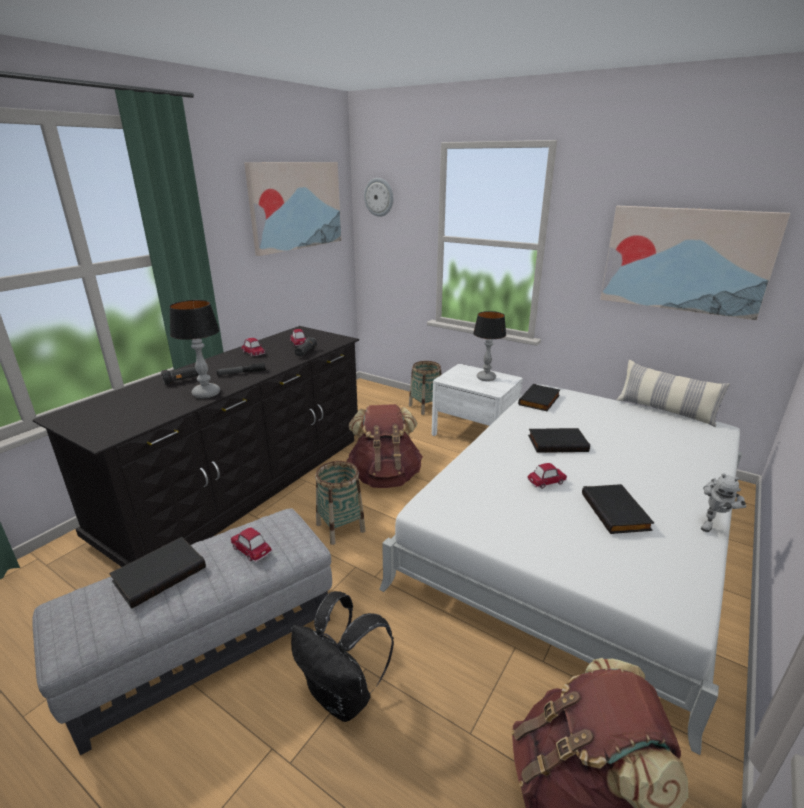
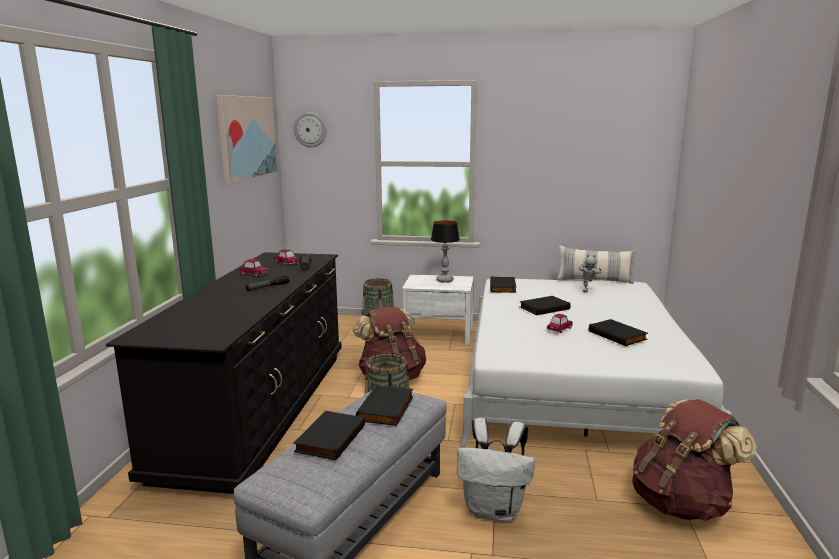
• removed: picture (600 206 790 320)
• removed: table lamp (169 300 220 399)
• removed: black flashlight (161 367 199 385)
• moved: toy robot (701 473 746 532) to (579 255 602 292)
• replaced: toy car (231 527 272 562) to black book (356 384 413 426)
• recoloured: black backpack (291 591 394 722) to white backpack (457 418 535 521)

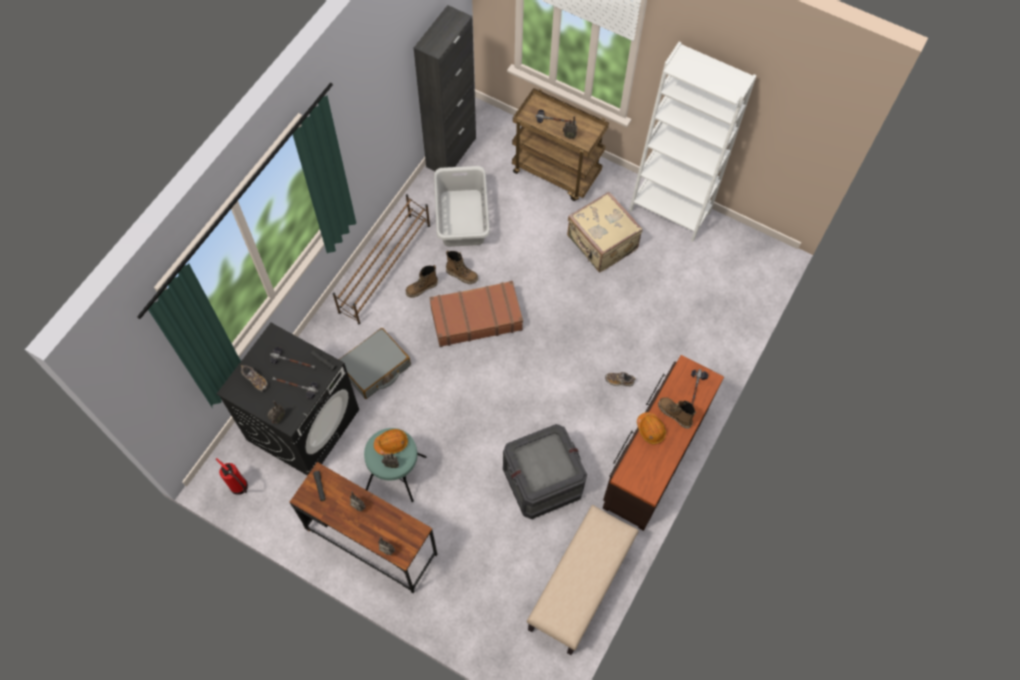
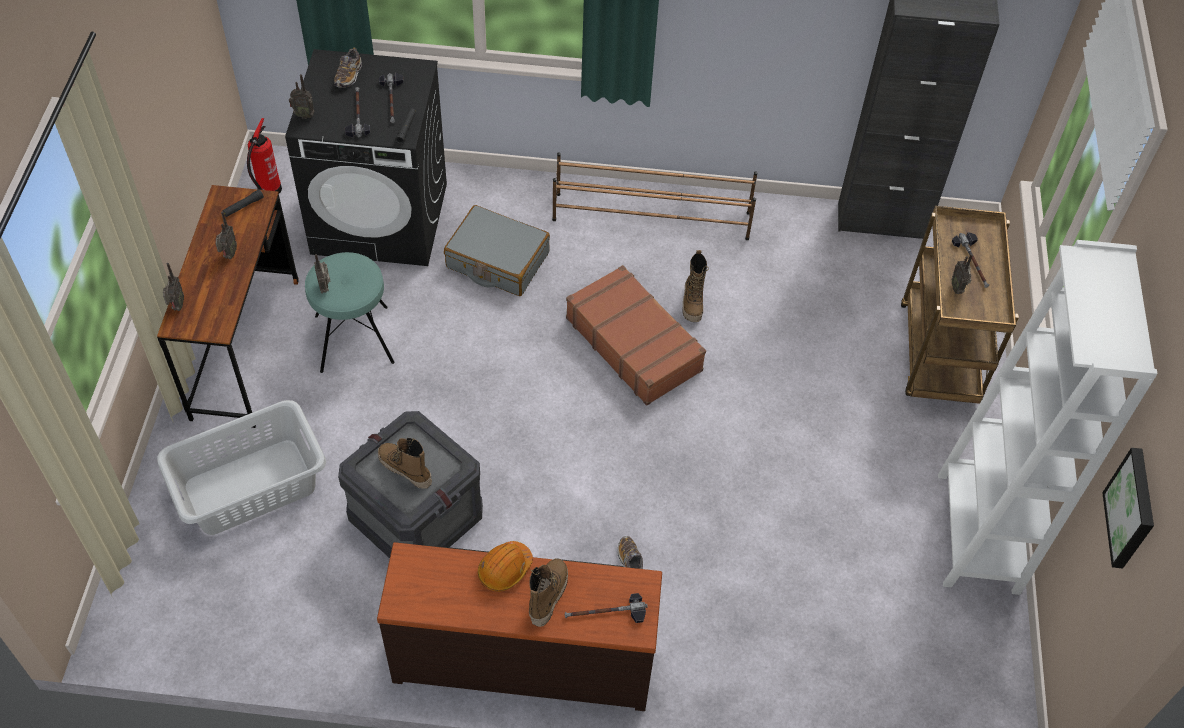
• moved: grey laundry basket (434 166 490 247) to (157 400 326 535)
• removed: beige suitcase (567 192 643 273)
• moved: boot (406 265 438 298) to (378 438 432 489)
• removed: orange hard hat (374 429 408 455)
• removed: beige bench (527 505 639 655)
• added: picture (1102 448 1154 569)

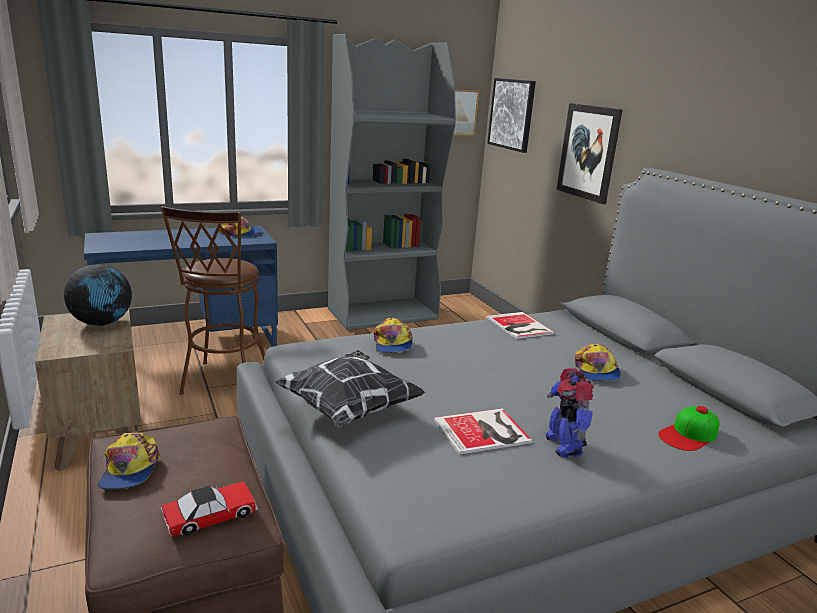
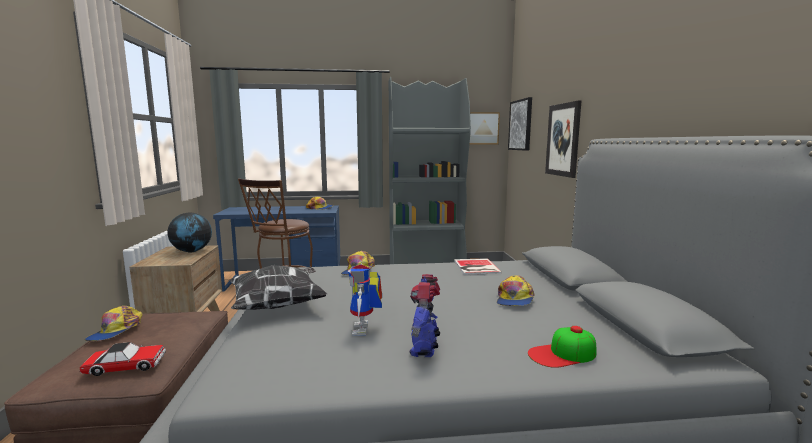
• replaced: book (434 408 532 455) to toy robot (348 264 382 336)

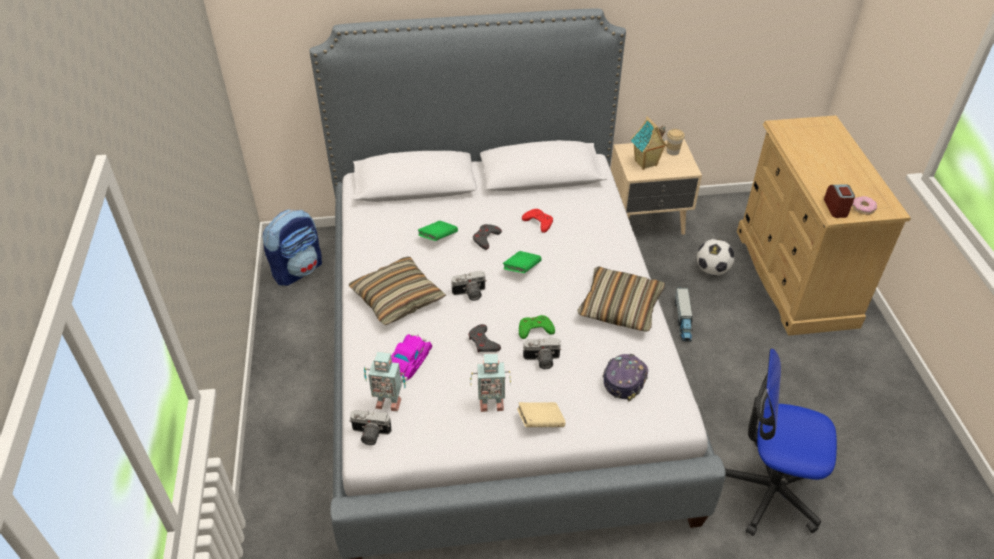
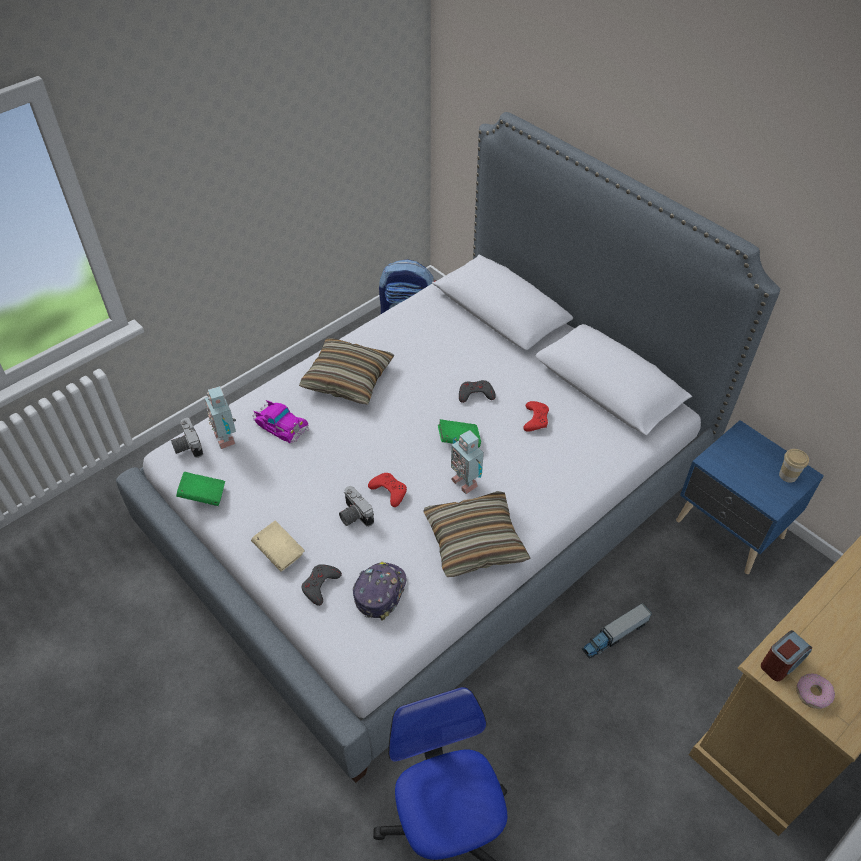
• removed: toy house (631 116 668 170)
• recoloured: beige nightstand (611 139 702 235) to blue nightstand (676 420 824 574)
• moved: green book (418 221 458 241) to (176 472 225 506)
• removed: football (697 239 735 276)
• removed: photo camera (451 270 487 301)
• recoloured: green game controller (519 315 555 339) to red game controller (368 473 407 507)
• moved: grey game controller (469 324 501 353) to (301 564 342 606)
• turned: toy car (391 334 432 383) = (252 400 309 444) 45 degrees clockwise
• moved: toy robot (470 353 511 412) to (451 430 484 494)
• turned: cap (603 354 648 402) = (353 562 406 621) 60 degrees counterclockwise

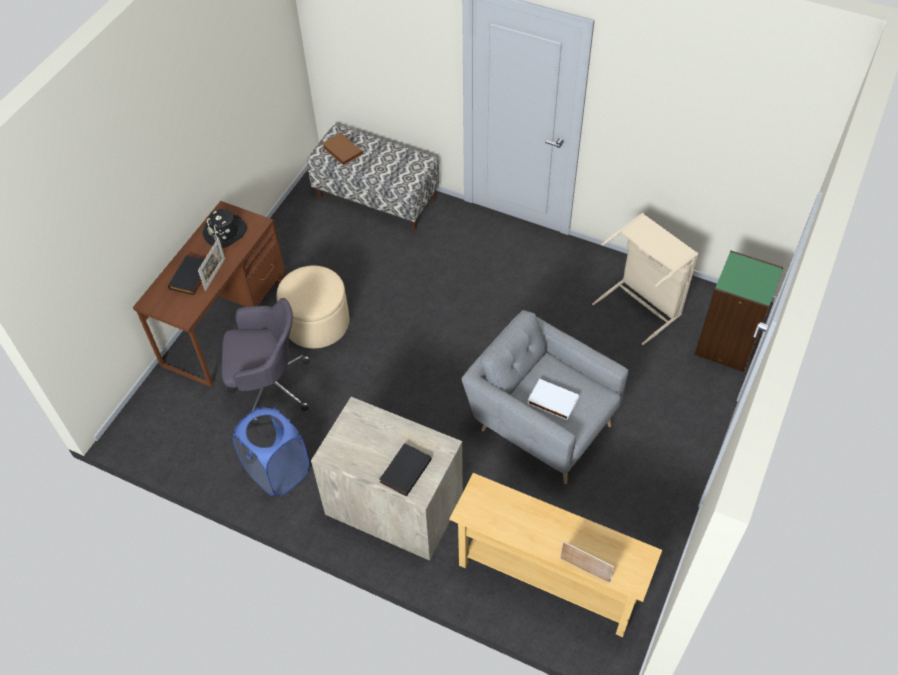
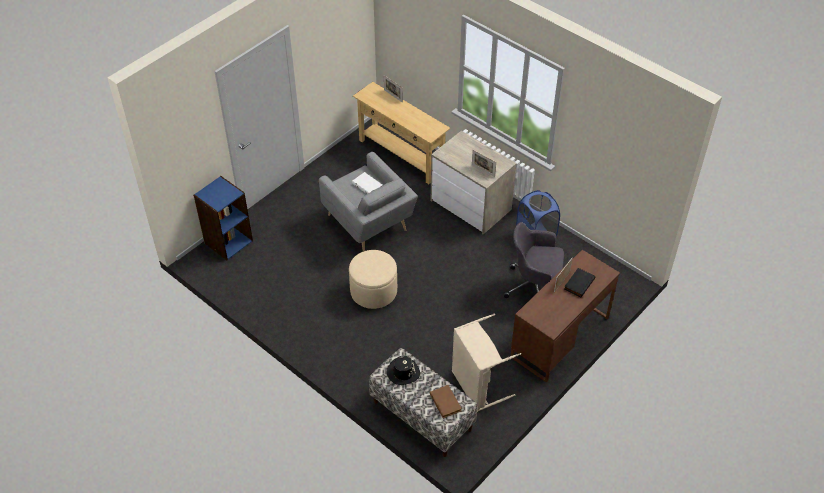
• moved: black hat (202 209 247 248) to (387 356 420 385)
• moved: beige laundry basket (592 213 699 345) to (452 314 521 412)
• recoloured: green bookcase (694 251 784 372) to blue bookcase (193 176 253 260)
• moved: beige ottoman (277 266 349 348) to (349 250 397 309)
• removed: black book (380 443 432 496)
• added: picture frame (472 150 496 177)

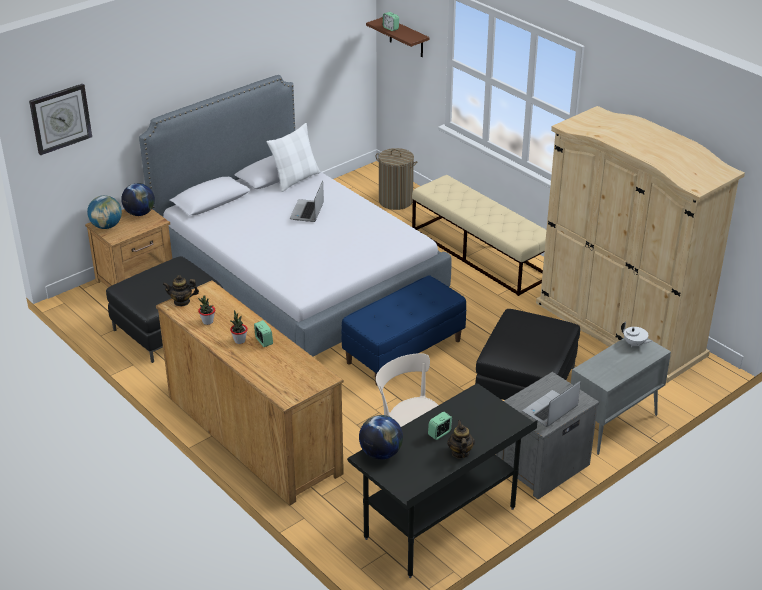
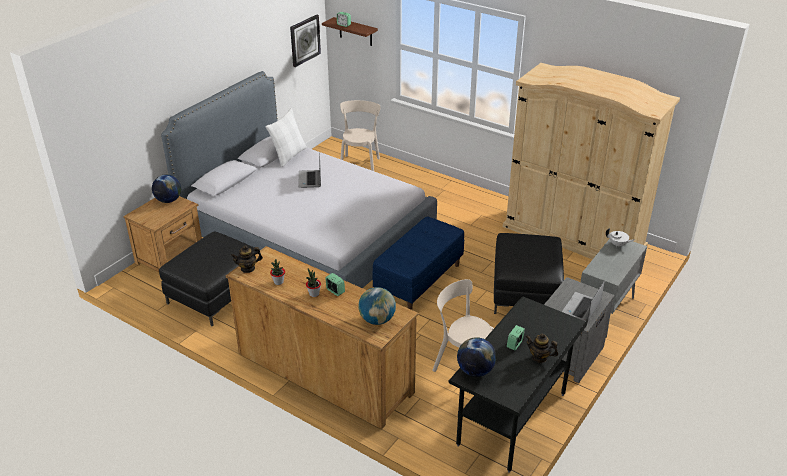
• moved: wall clock (29 84 92 155) to (290 15 321 67)
• replaced: laundry basket (376 148 417 210) to beige chair (340 100 380 171)
• removed: beige bench (412 175 546 296)
• moved: globe (87 195 122 229) to (358 287 396 325)
• turned: teapot (447 420 475 459) = (525 333 558 363) 45 degrees counterclockwise

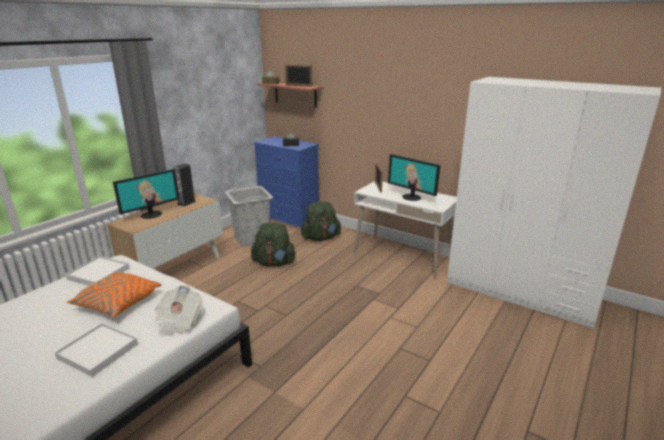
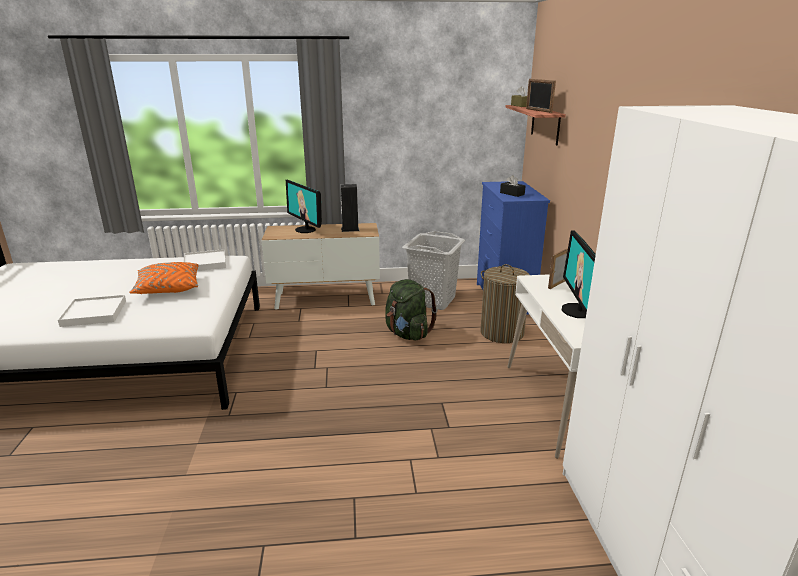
• turned: monitor (113 169 179 219) = (286 180 322 233) 45 degrees clockwise
• replaced: green backpack (301 201 341 241) to laundry basket (480 264 530 343)
• removed: newspaper (155 285 202 336)

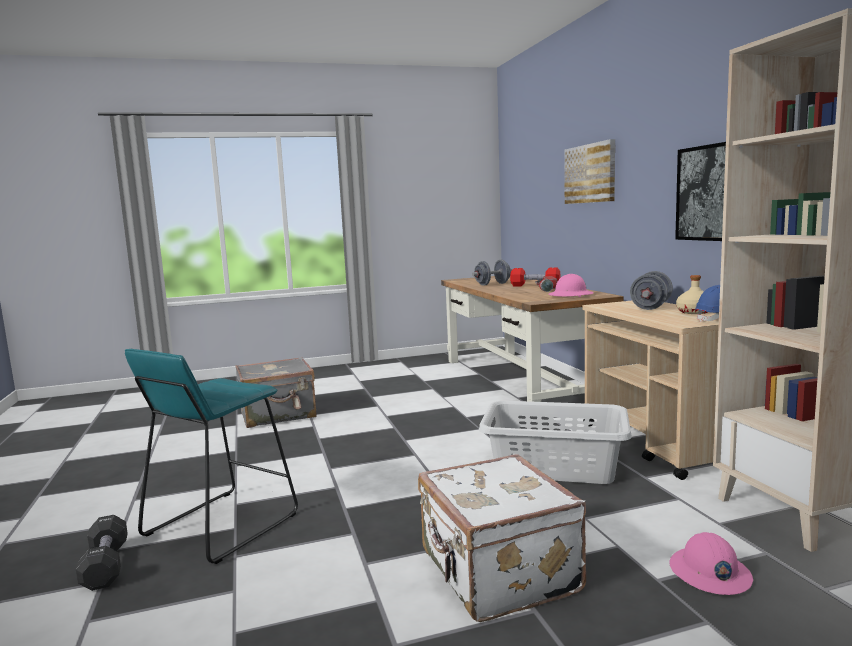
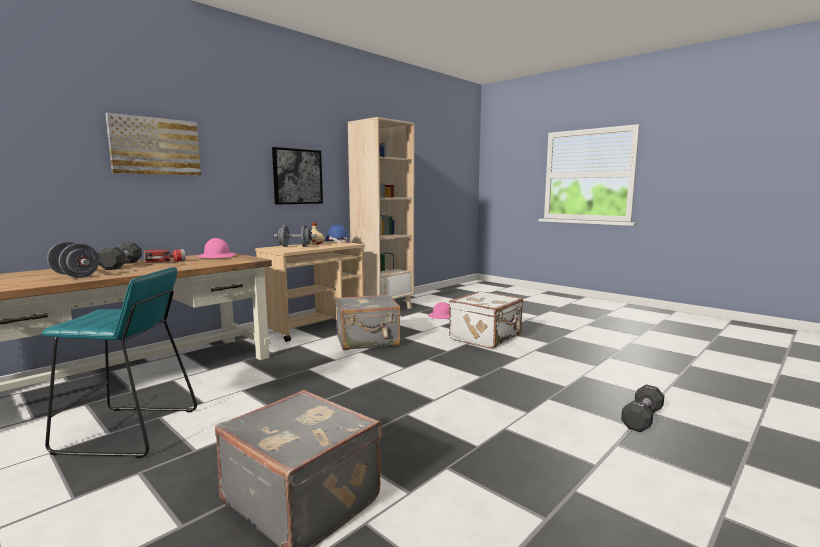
• recoloured: red dumbbell (510 267 560 286) to black dumbbell (98 243 142 270)
• moved: turquoise stool (125 349 298 564) to (41 267 197 458)
• replaced: grey laundry basket (479 401 632 484) to grey suitcase (335 294 401 350)

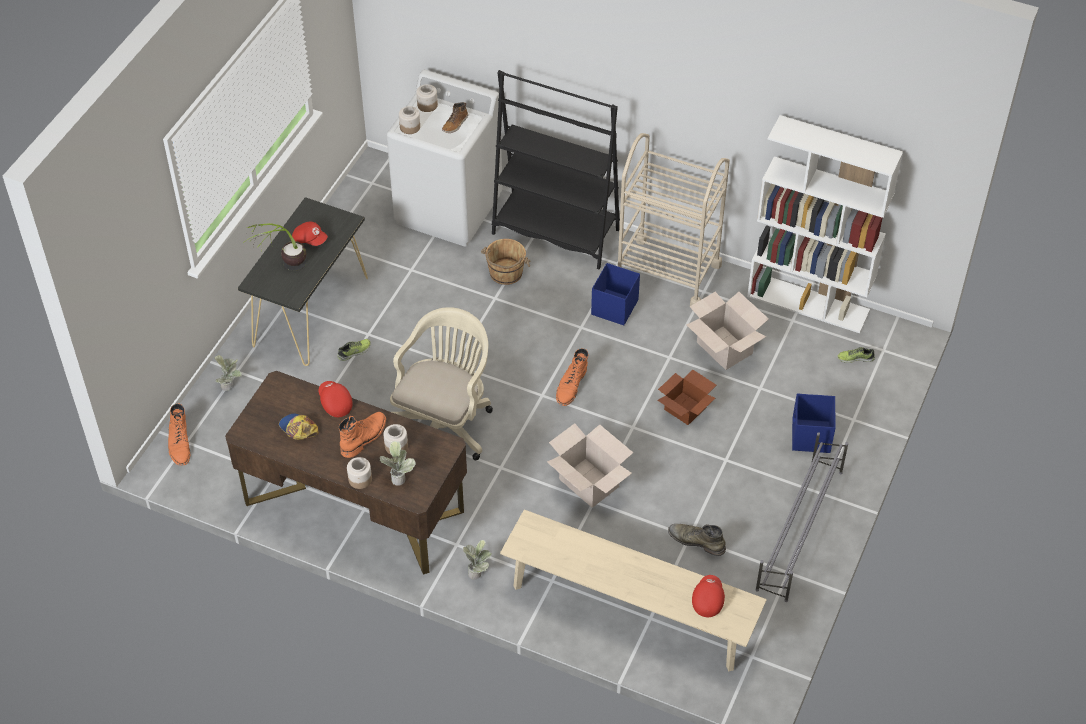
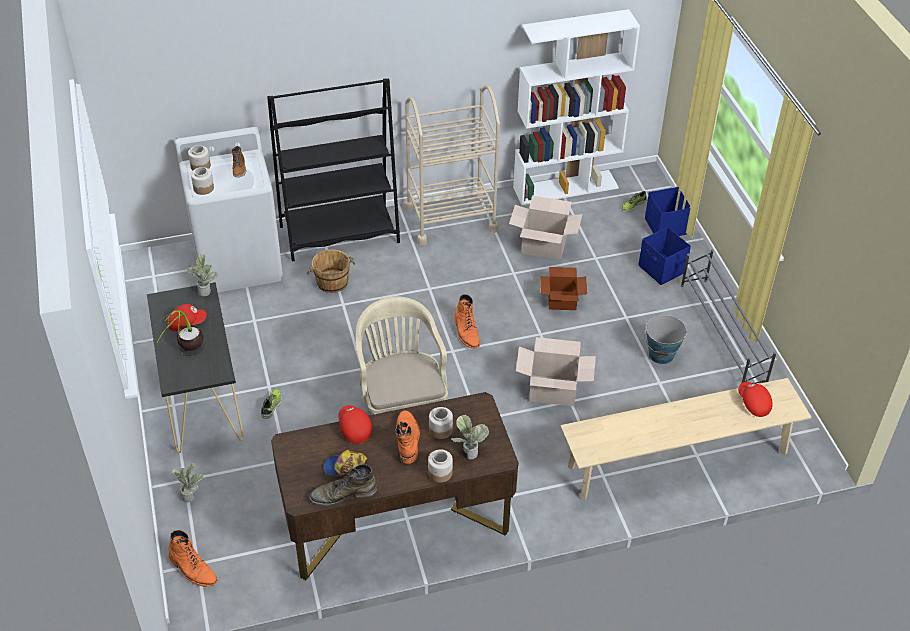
• moved: blue storage box (591 263 640 326) to (645 187 690 236)
• turned: red cap (319 381 353 417) = (338 405 372 444) 45 degrees clockwise
• moved: green boot (668 524 726 556) to (309 464 377 506)
• moved: potted plant (463 540 492 580) to (187 254 218 296)
• added: bucket (644 315 687 364)

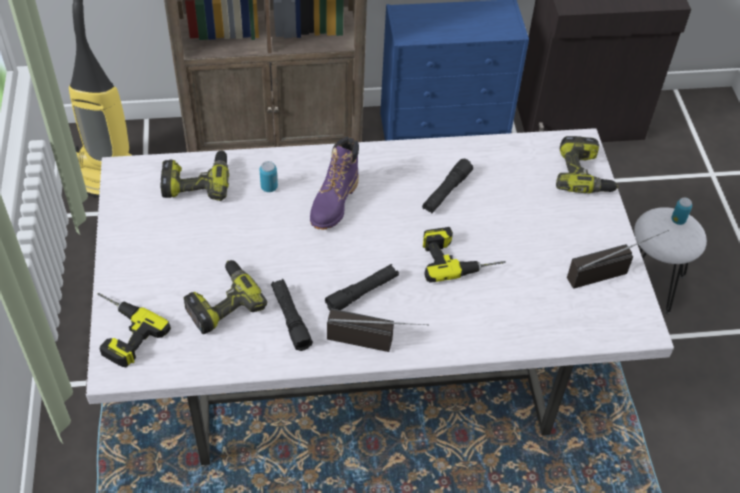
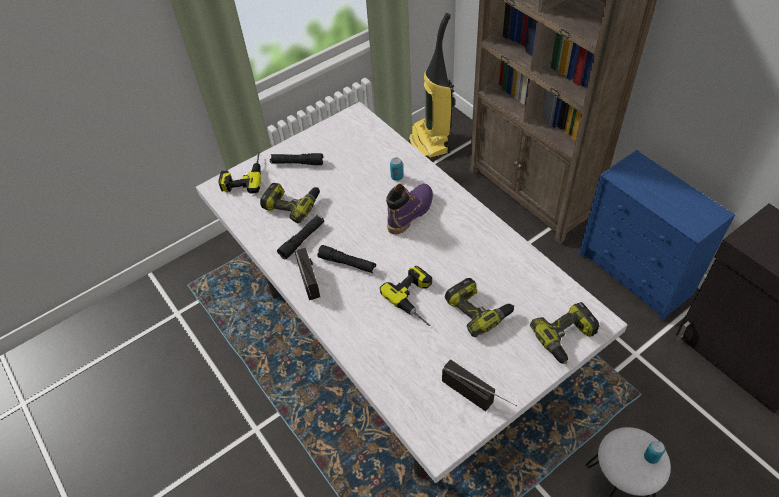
• turned: purple boot (310 137 359 230) = (386 184 433 235) 135 degrees clockwise
• moved: power drill (160 150 229 201) to (445 278 514 337)
• moved: black flashlight (422 159 473 214) to (270 153 323 165)

